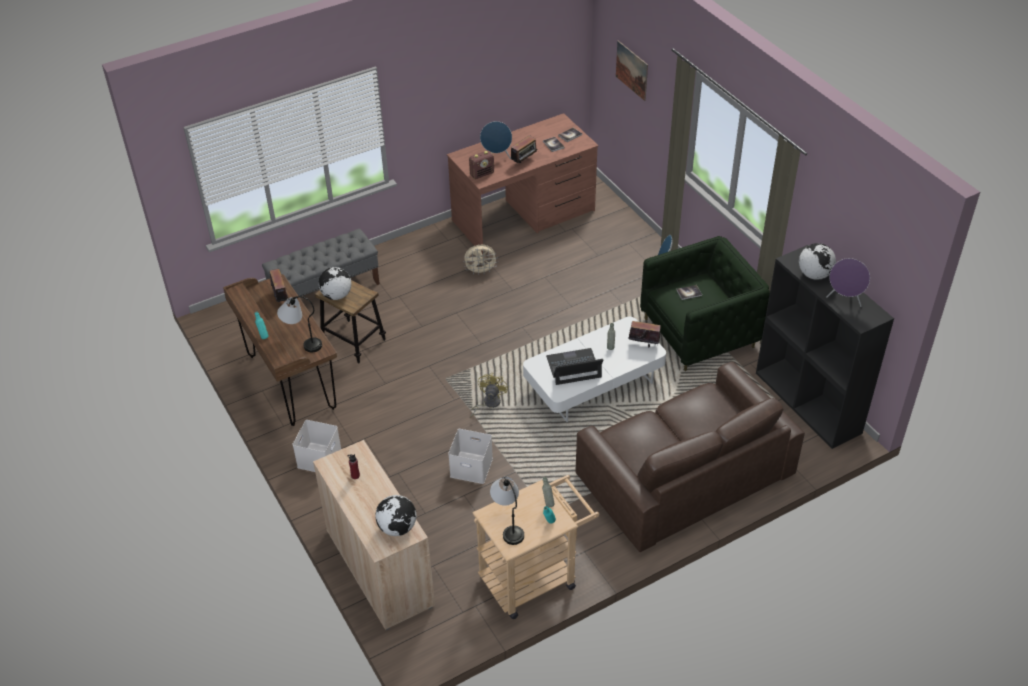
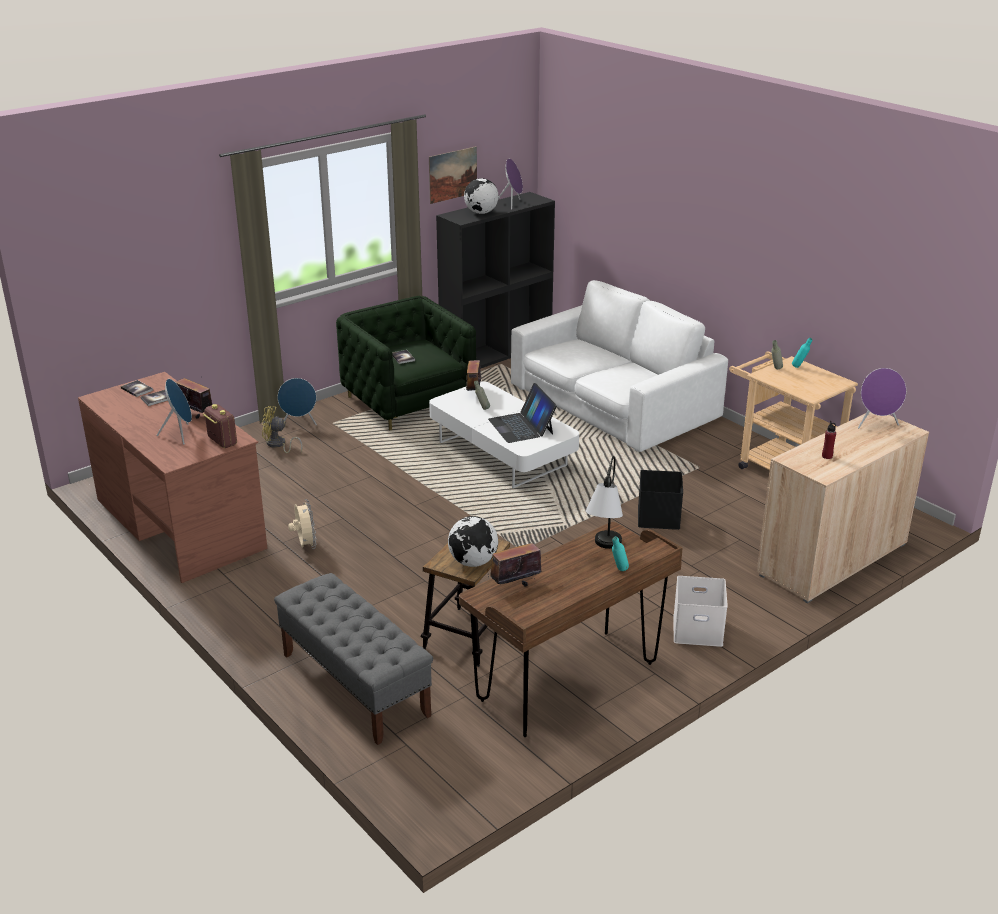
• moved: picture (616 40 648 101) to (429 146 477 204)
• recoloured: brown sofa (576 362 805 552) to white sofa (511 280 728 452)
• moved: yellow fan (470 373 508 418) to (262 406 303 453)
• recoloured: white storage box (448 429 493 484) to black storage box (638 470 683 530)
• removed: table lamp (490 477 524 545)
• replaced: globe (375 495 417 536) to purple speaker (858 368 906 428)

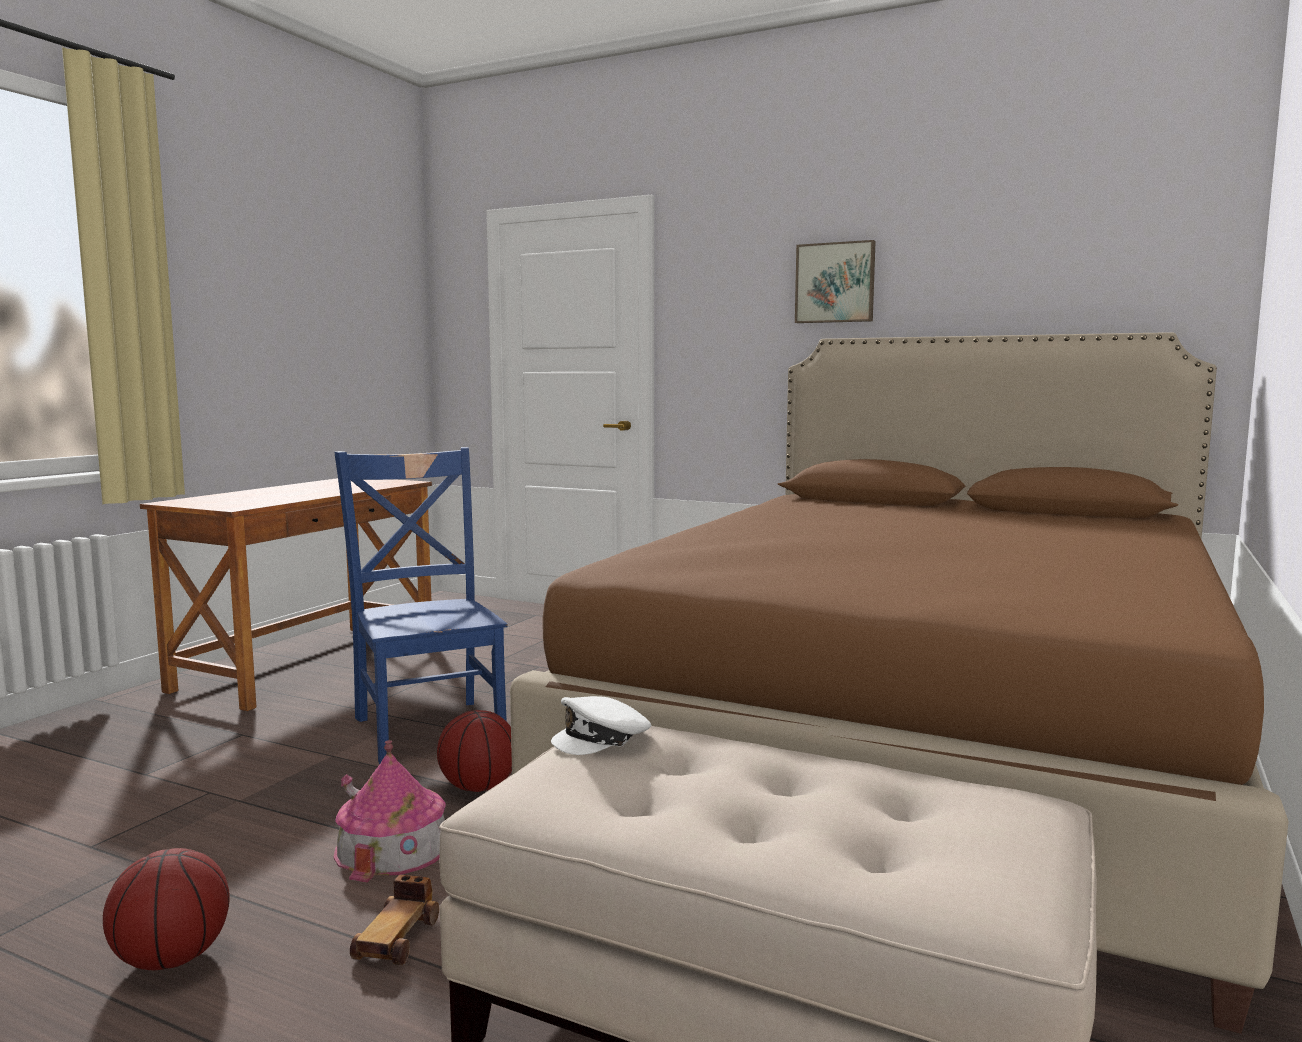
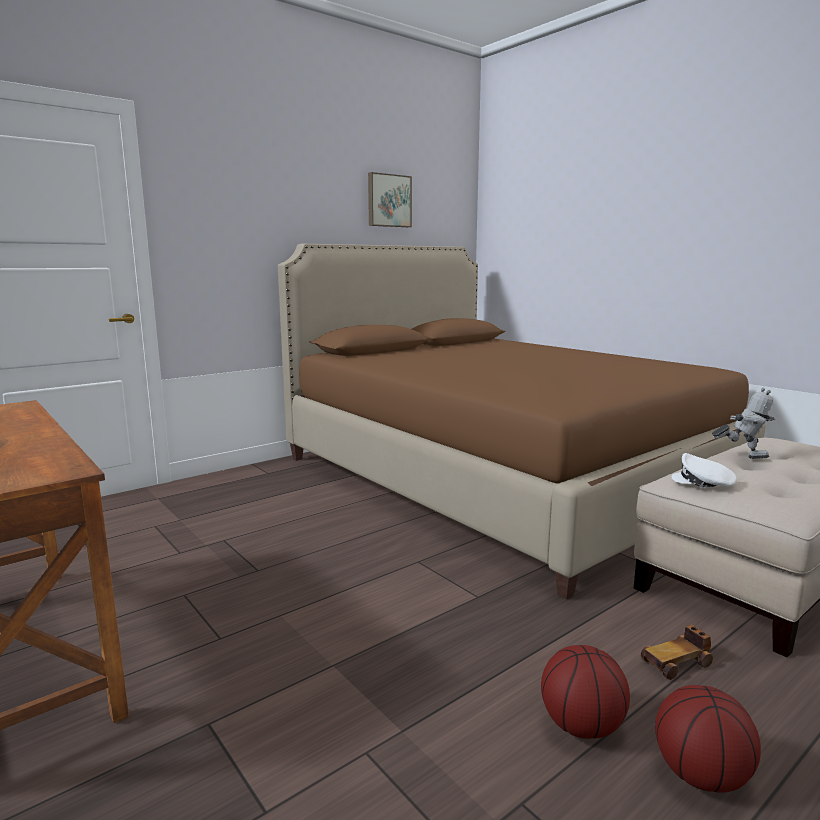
• moved: picture (795 240 876 323) to (368 172 412 227)
• removed: blue chair (334 447 508 764)
• turned: white cap (551 696 651 755) = (671 453 737 487) 135 degrees clockwise
• moved: basketball (437 710 512 792) to (541 645 630 739)
• removed: toy house (334 740 446 882)
• turned: toy car (350 875 439 965) = (641 625 713 680) 120 degrees clockwise
• added: toy robot (712 388 775 459)

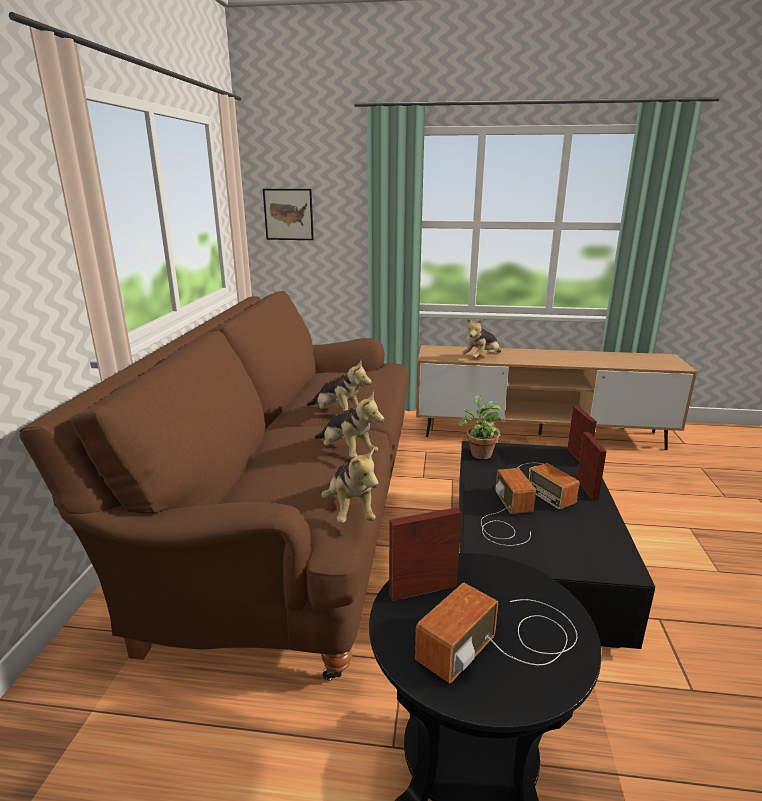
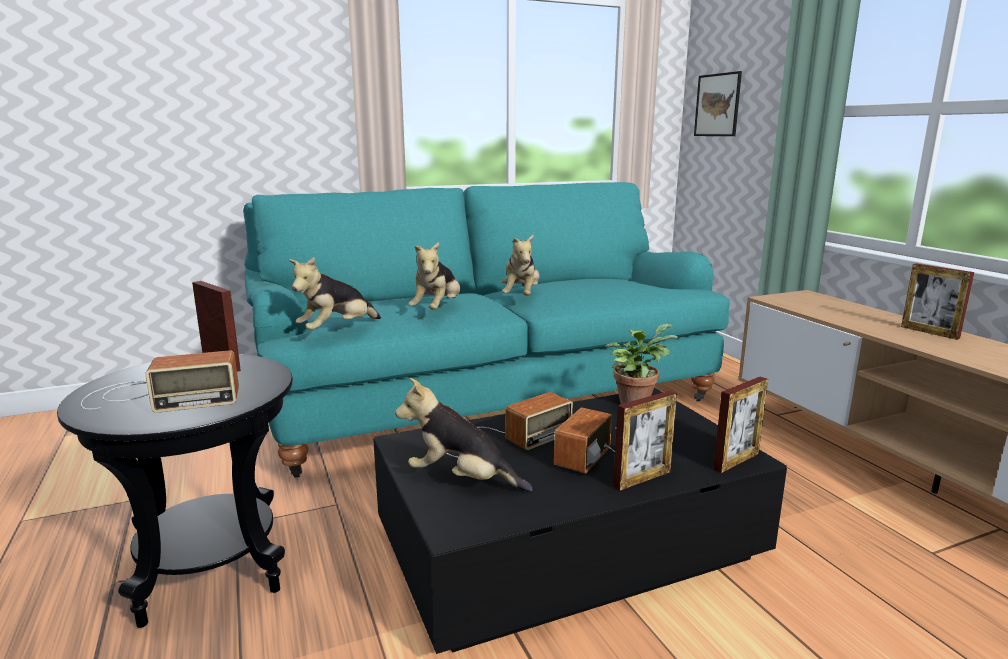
• recoloured: brown sofa (19 291 408 680) to turquoise sofa (243 182 730 478)
• moved: plush toy (462 319 501 358) to (395 378 533 492)
• turned: radio (415 583 577 683) = (81 350 239 413) 150 degrees clockwise
• added: picture frame (901 263 975 340)

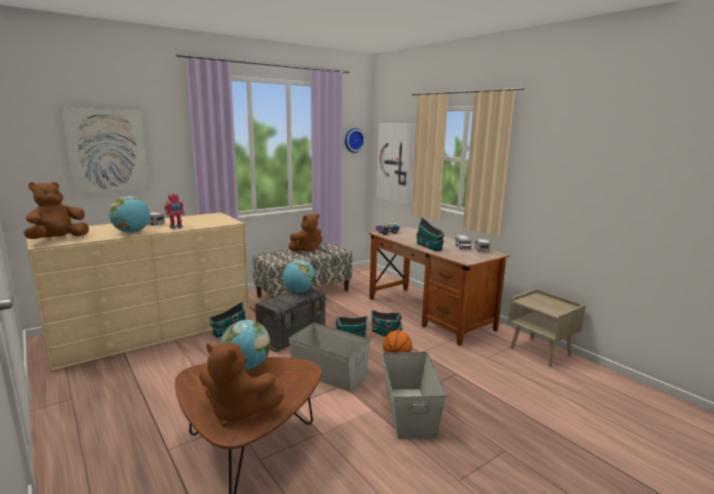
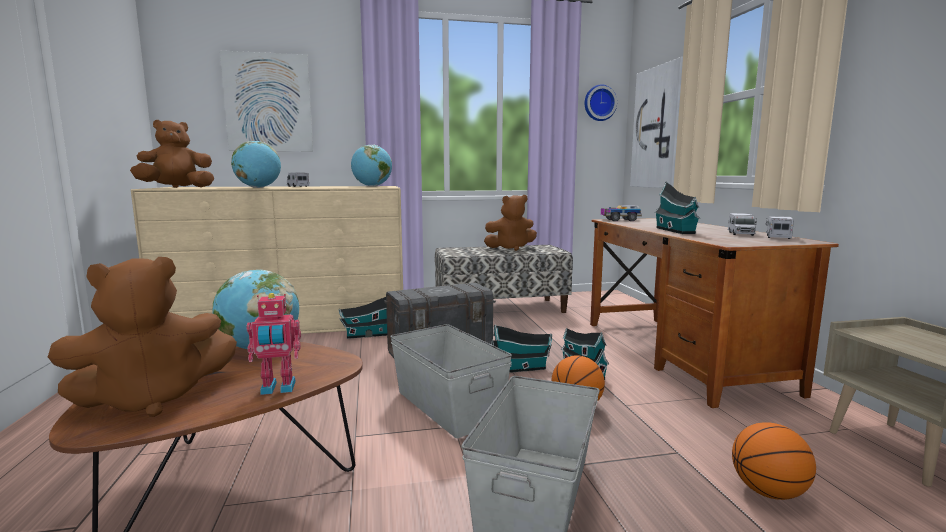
• moved: toy robot (165 193 185 229) to (247 293 301 395)
• moved: globe (283 260 316 293) to (351 145 392 187)
• turned: brown plush toy (199 342 285 427) = (48 257 237 417) 75 degrees counterclockwise
• added: basketball (732 422 816 500)

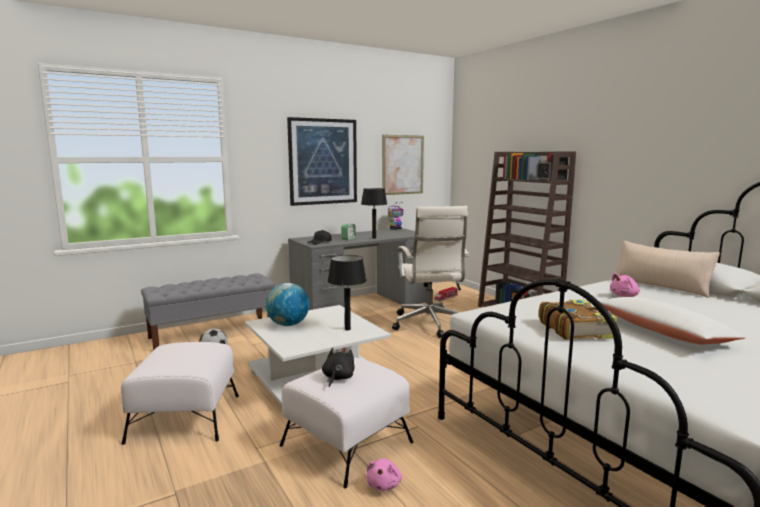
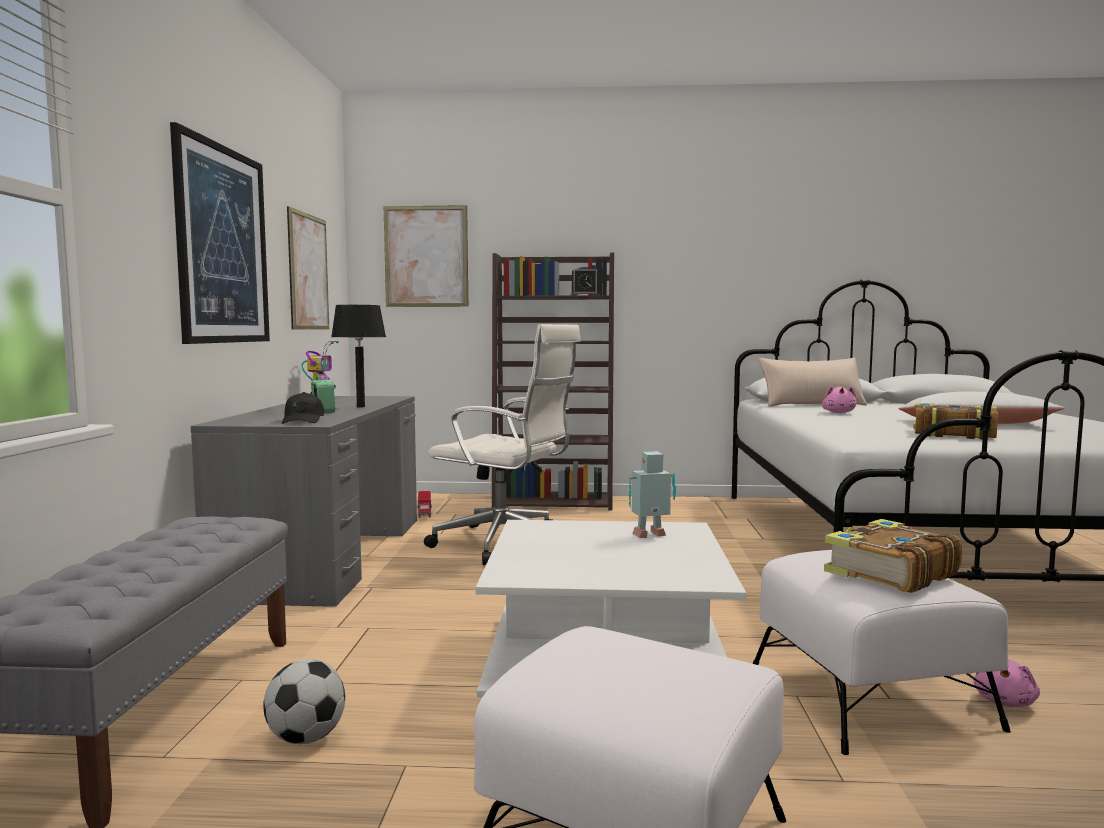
• replaced: black table lamp (328 255 367 330) to toy robot (629 451 676 538)
• removed: globe (266 283 309 326)
• replaced: black plush toy (322 348 355 388) to book (824 519 962 593)
• turned: pink plush toy (366 458 402 491) = (973 659 1040 707) 75 degrees clockwise
• added: picture (384 205 468 307)

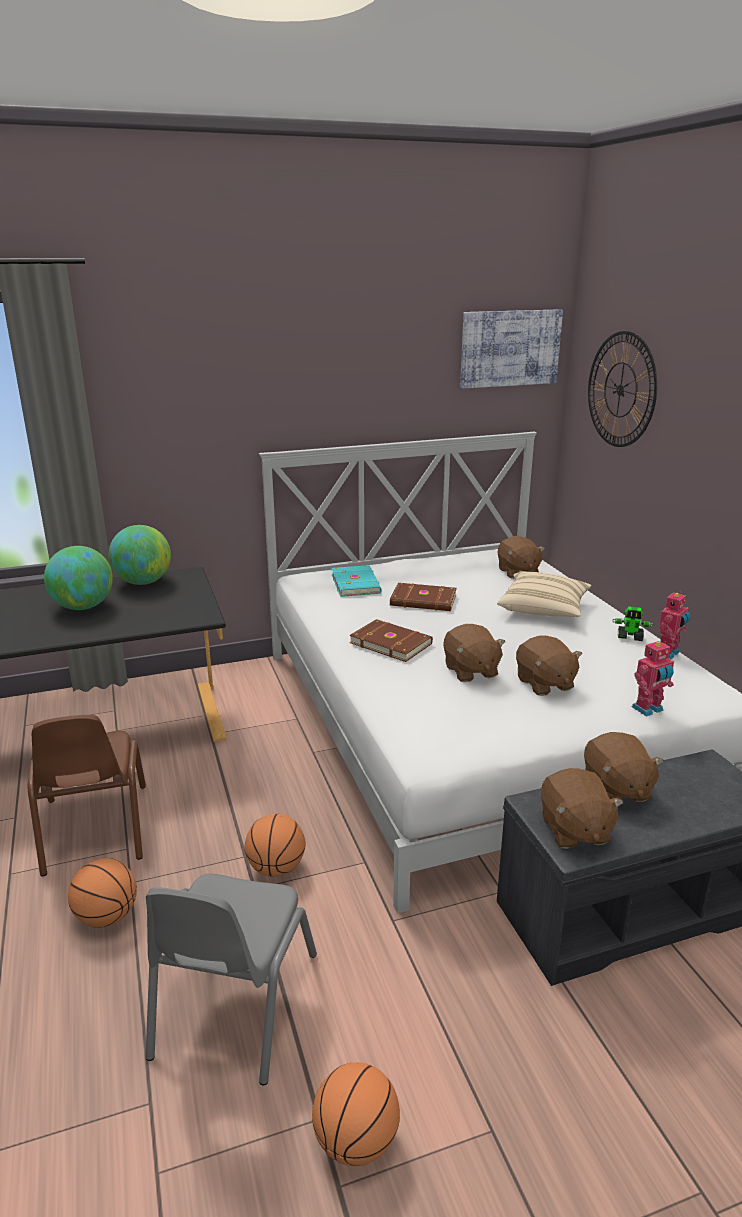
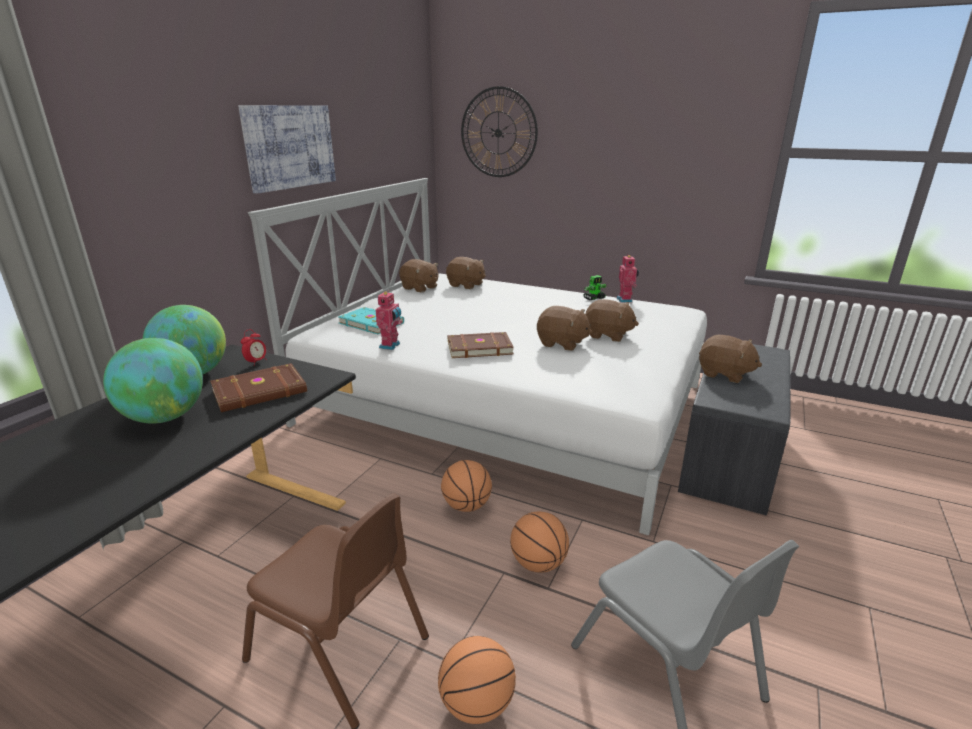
• moved: picture (460 309 563 389) to (238 105 336 194)
• removed: beige pillow (497 572 591 617)
• moved: brown book (390 583 457 611) to (210 363 307 412)
• moved: toy robot (632 641 674 717) to (376 290 402 350)
• moved: brown plush toy (541 768 624 849) to (399 259 438 293)
• moved: basketball (312 1062 400 1166) to (441 460 492 512)
• added: alarm clock (240 329 267 366)

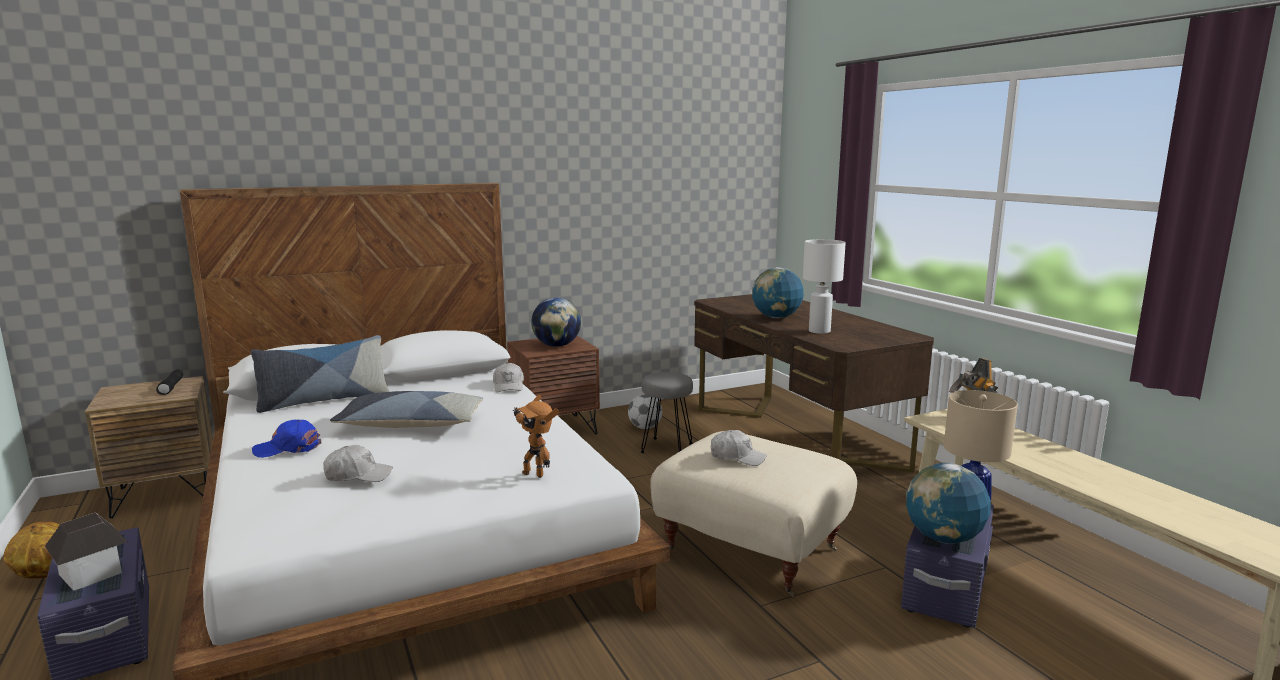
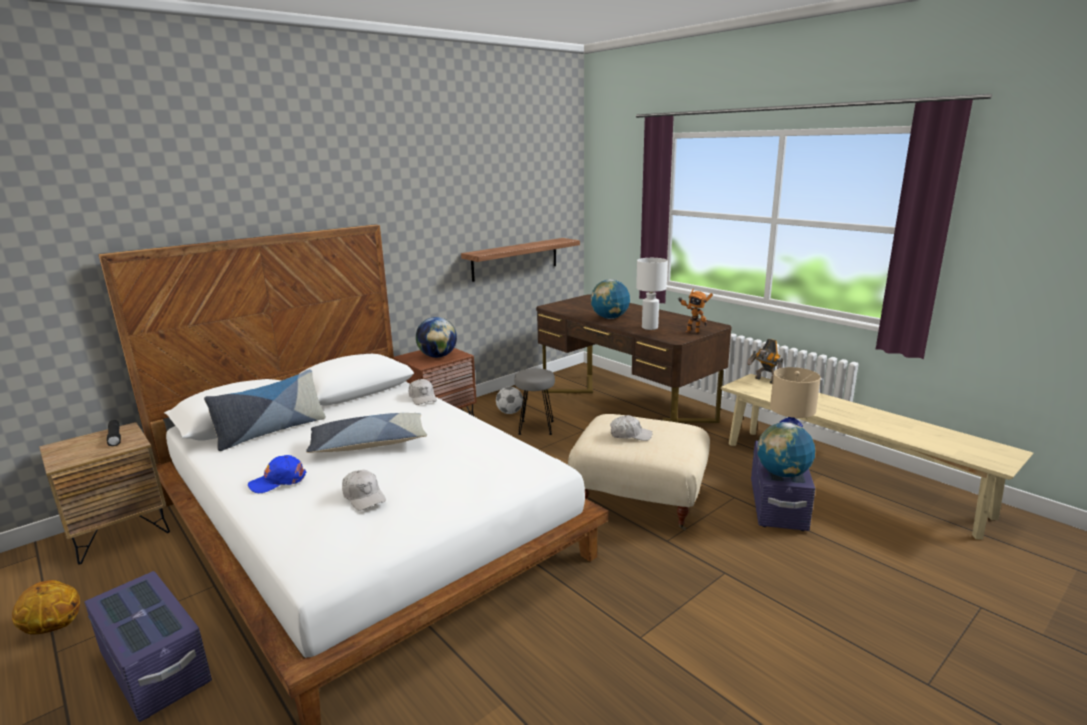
• moved: toy robot (513 395 559 478) to (678 289 713 333)
• turned: white cap (324 445 393 482) = (342 470 386 511) 75 degrees clockwise
• removed: toy house (45 512 127 591)
• added: shelf (461 238 580 282)

